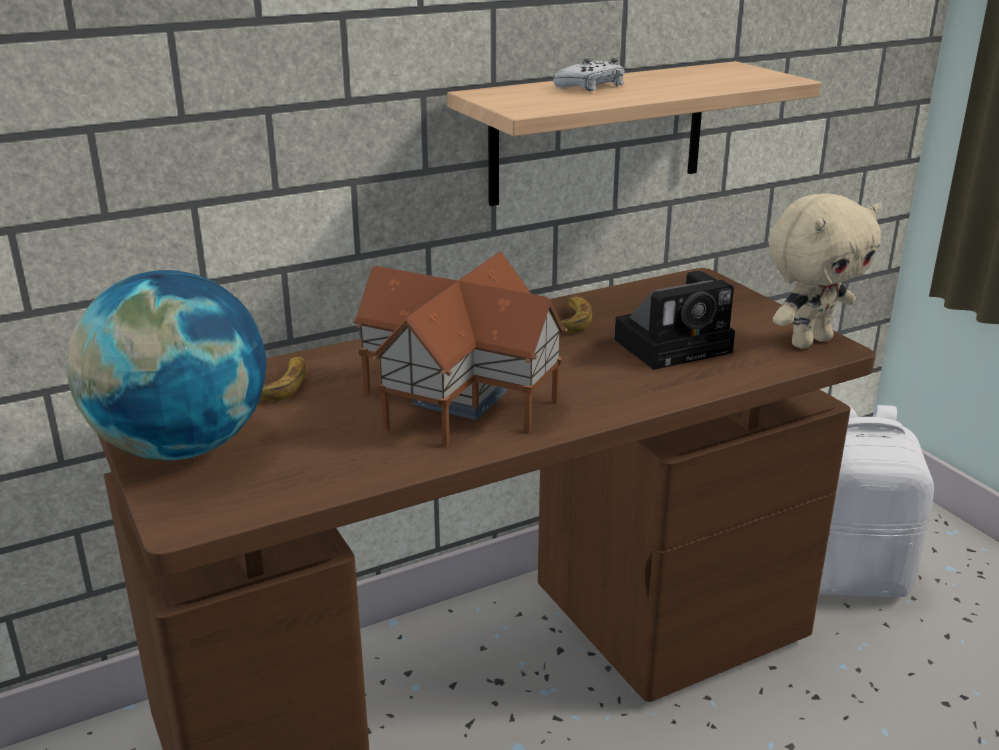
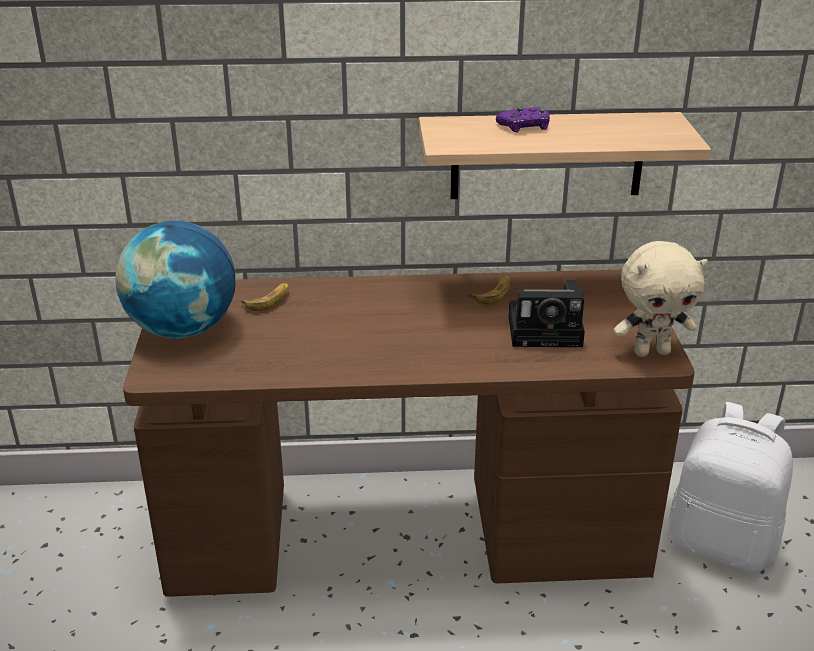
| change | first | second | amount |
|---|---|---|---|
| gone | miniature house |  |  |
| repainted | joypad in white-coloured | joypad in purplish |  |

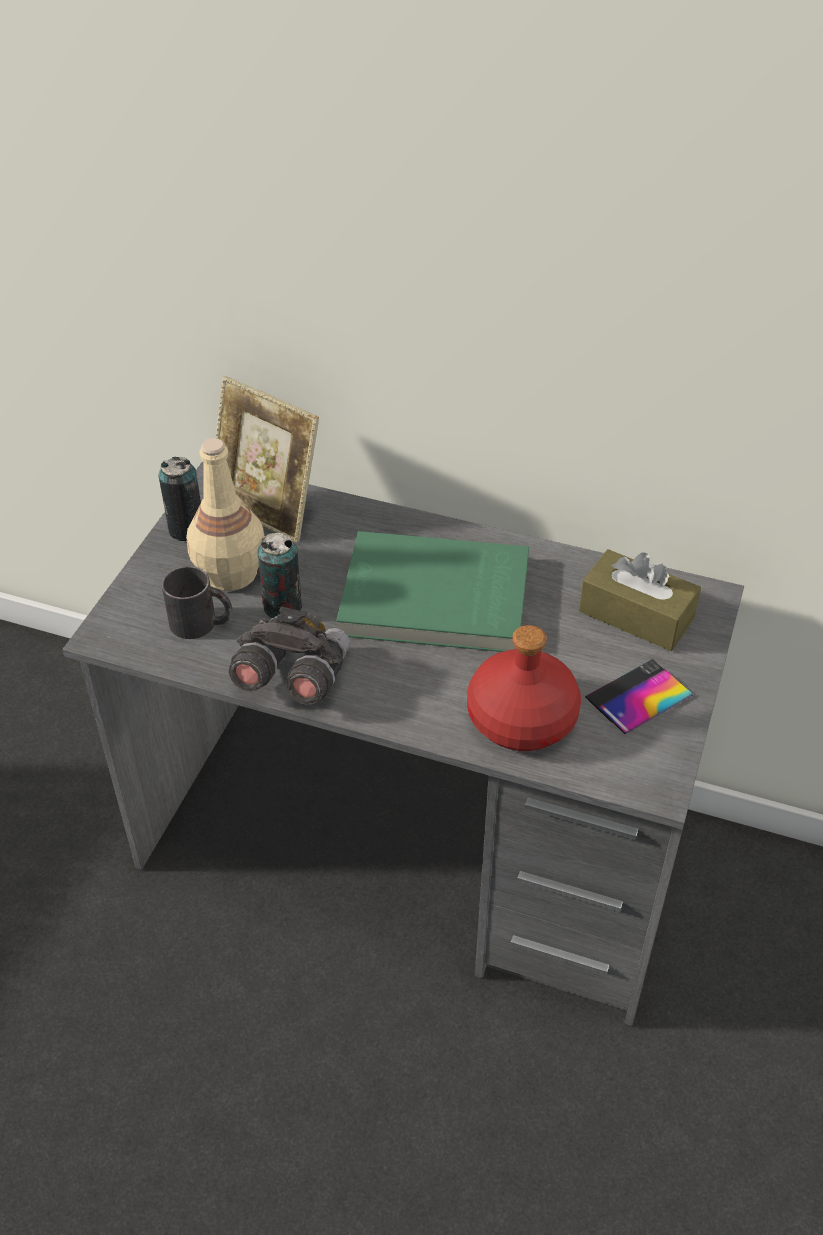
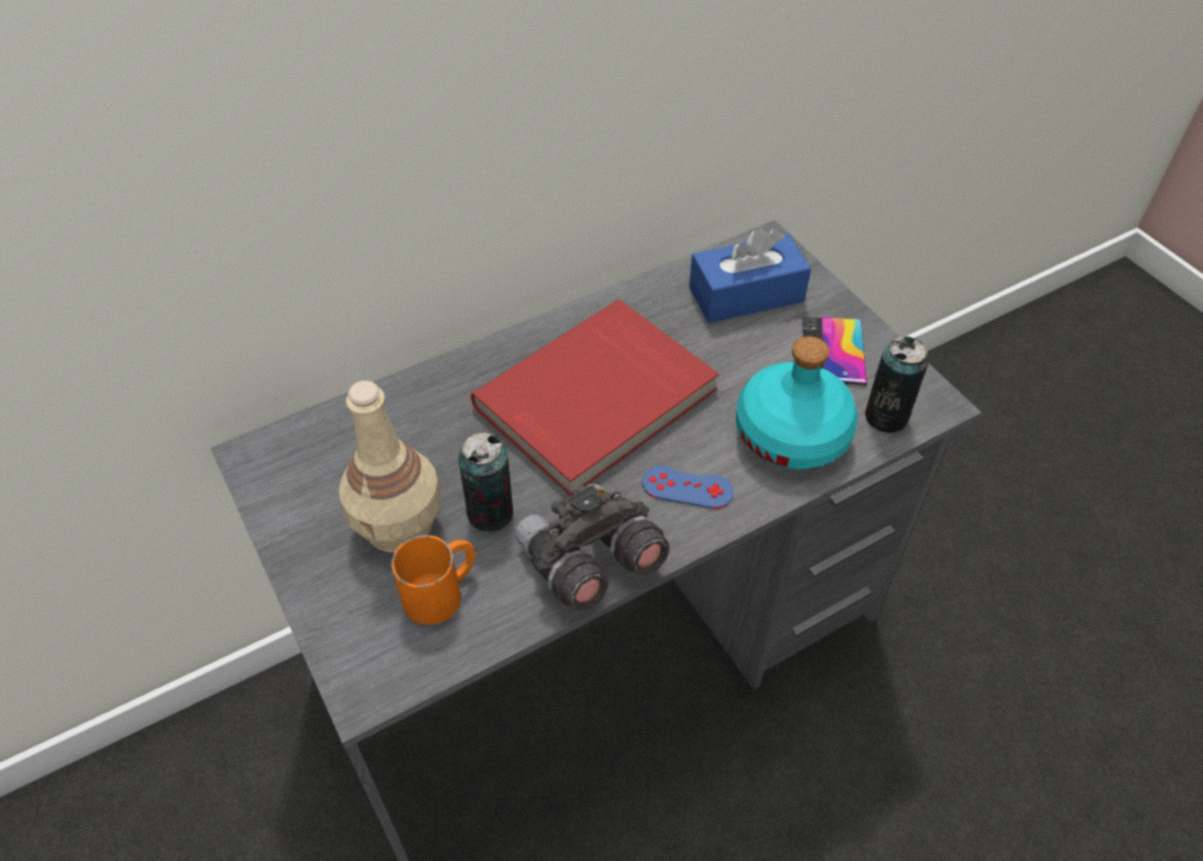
| change | first | second | amount |
|---|---|---|---|
| shifted | can (no. 1 from left in the first image) | can (no. 2 from left) |  |
| repainted | coffee mug in black-coloured | coffee mug in orange |  |
| gone | standing frame |  |  |
| repainted | book in green | book in red |  |
| repainted | drink bottle in red | drink bottle in turquoise-coloured |  |
| repainted | box of tissues in brown-coloured | box of tissues in blue |  |
| new |  | joypad in blue |  |

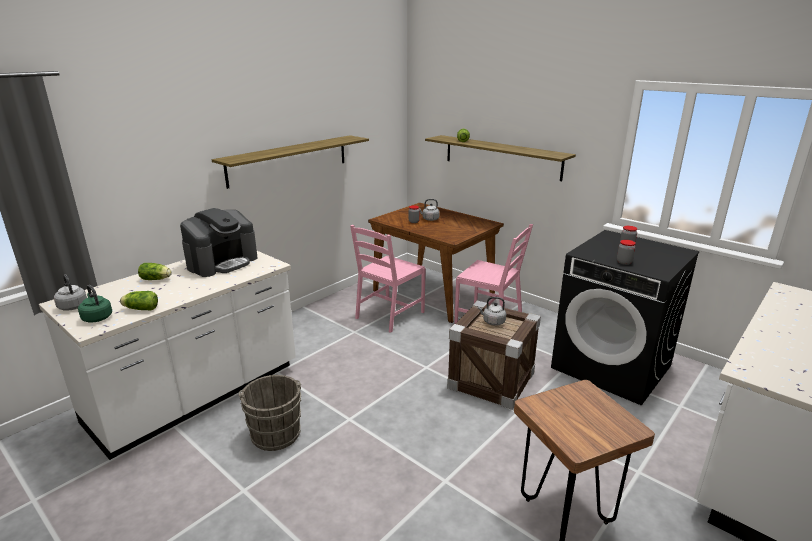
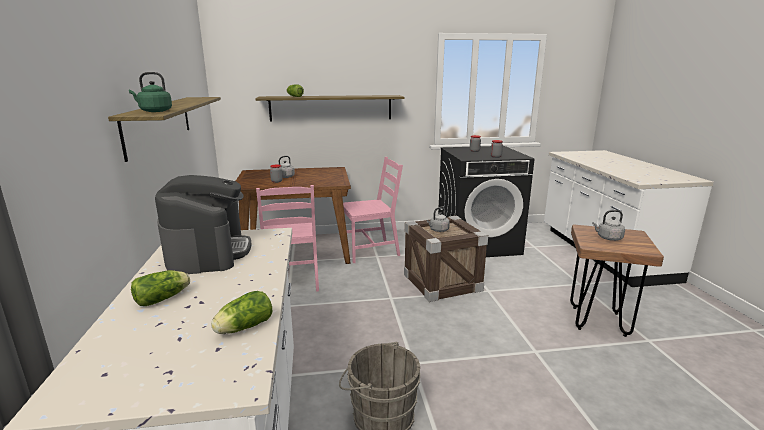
| change | first | second | amount |
|---|---|---|---|
| shifted | water kettle in greyish (no. 1 from left in the first image) | water kettle in greyish (no. 3 from left) |  |
| shifted | water kettle in green |  |  |

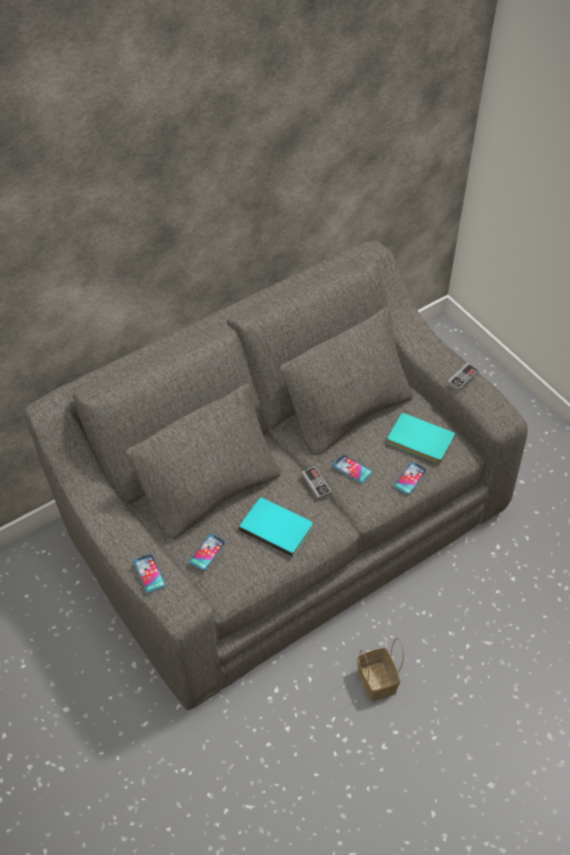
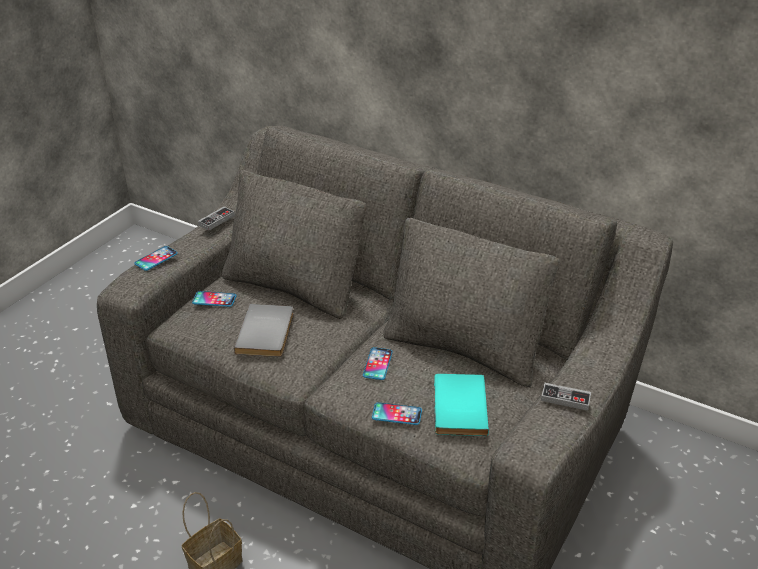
| change | first | second | amount |
|---|---|---|---|
| repainted | book in turquoise-coloured (no. 1 from left) | book in greyish |  |
| shifted | joypad (no. 1 from left) |  |  |

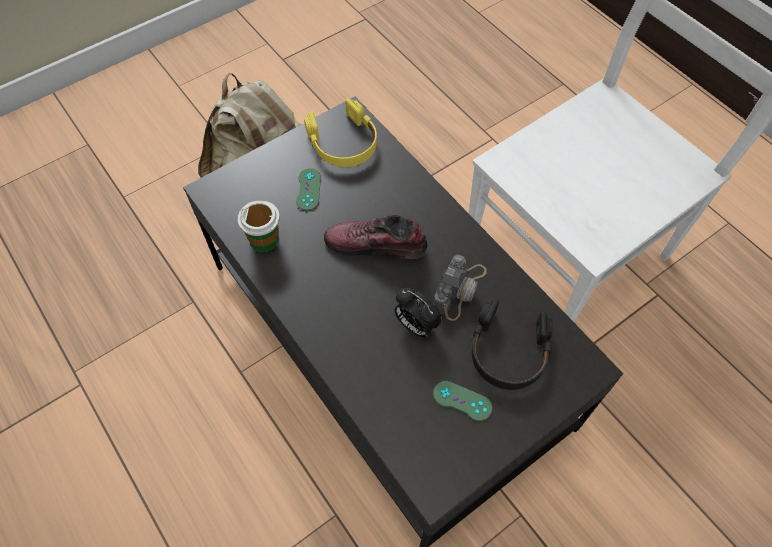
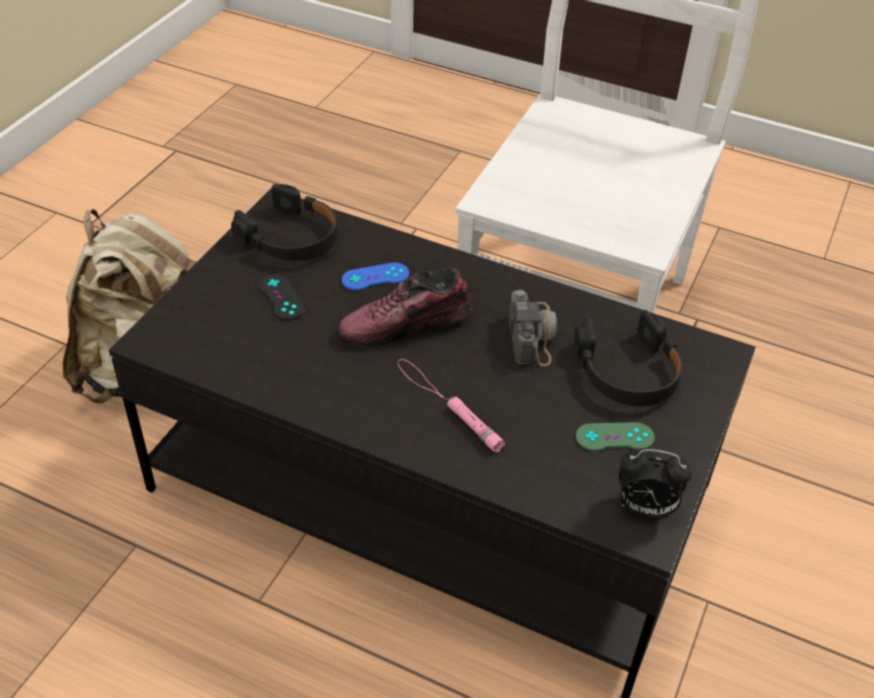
| change | first | second | amount |
|---|---|---|---|
| gone | drinking cup |  |  |
| repainted | joypad in green (no. 1 from left) | joypad in black-coloured |  |
| repainted | pair of headphones in yellow-coloured | pair of headphones in black-coloured (no. 1 from left) |  |
| shifted | bedside clock |  |  |
| new |  | joypad in blue |  |
| new |  | torch in pinkish |  |

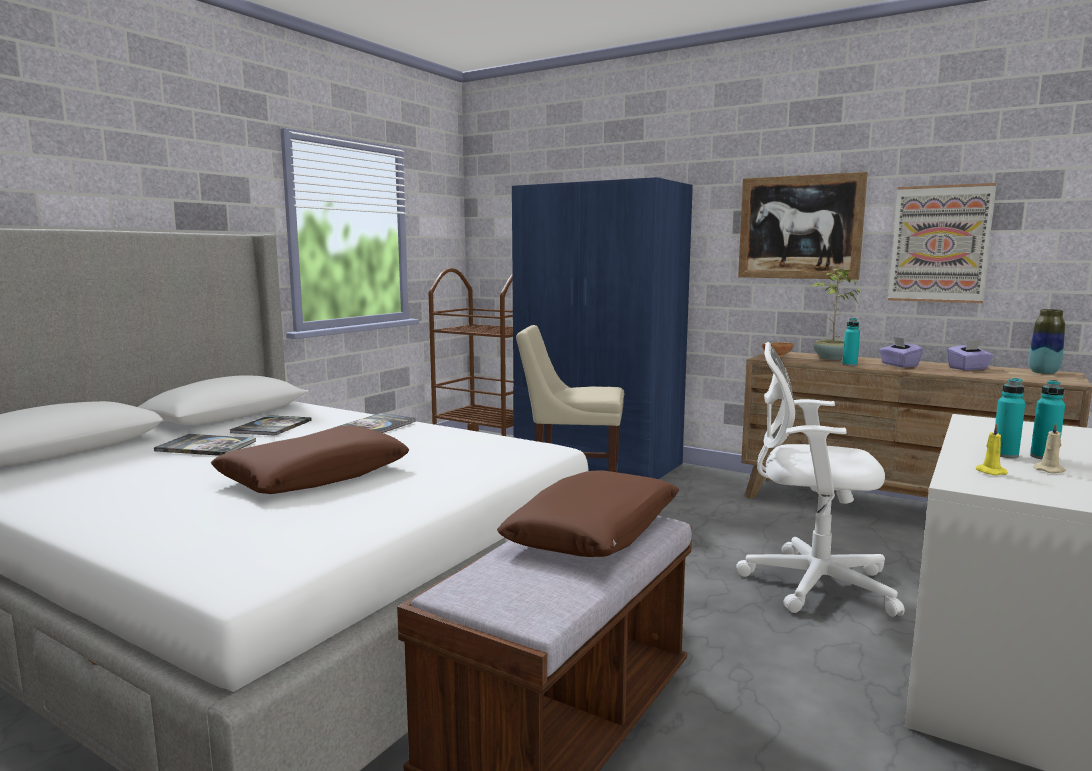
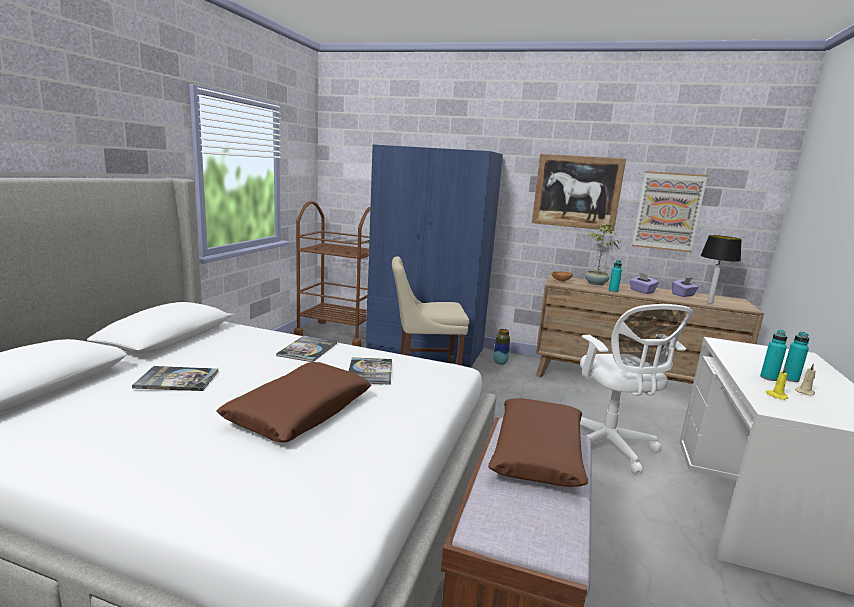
| change | first | second | amount |
|---|---|---|---|
| shifted | book (no. 2 from left in the first image) | book (no. 3 from left) |  |
| rotated | computer chair in white-coloured |  | 105 degrees counterclockwise |
| shifted | flower vase |  |  |
| new |  | tabletop lamp |  |

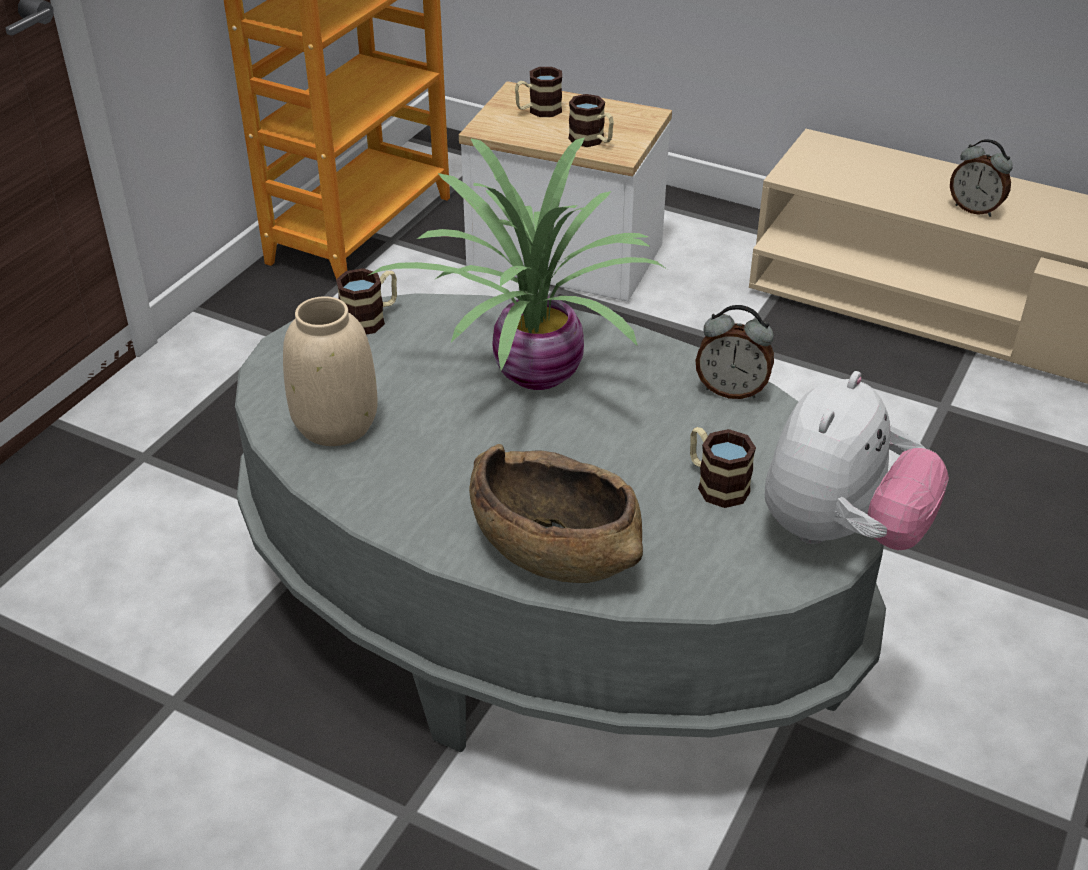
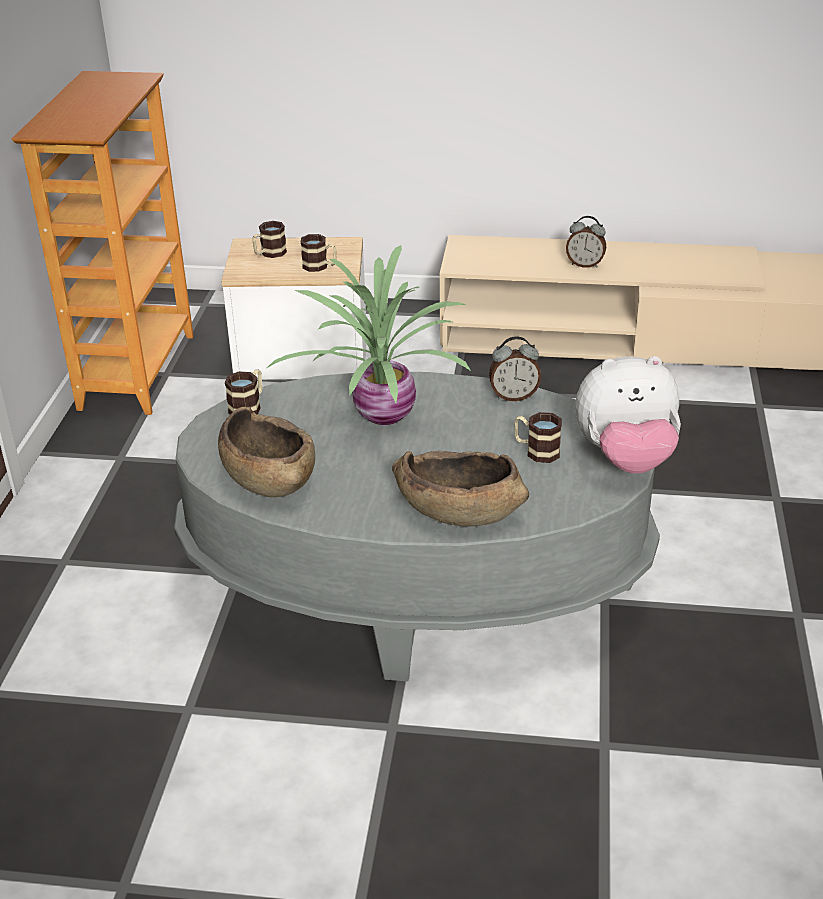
| change | first | second | amount |
|---|---|---|---|
| swapped | flower vase in beige-coloured | deep dish in brown-coloured (no. 1 from left) |  |
| rotated | plush toy |  | 75 degrees clockwise |

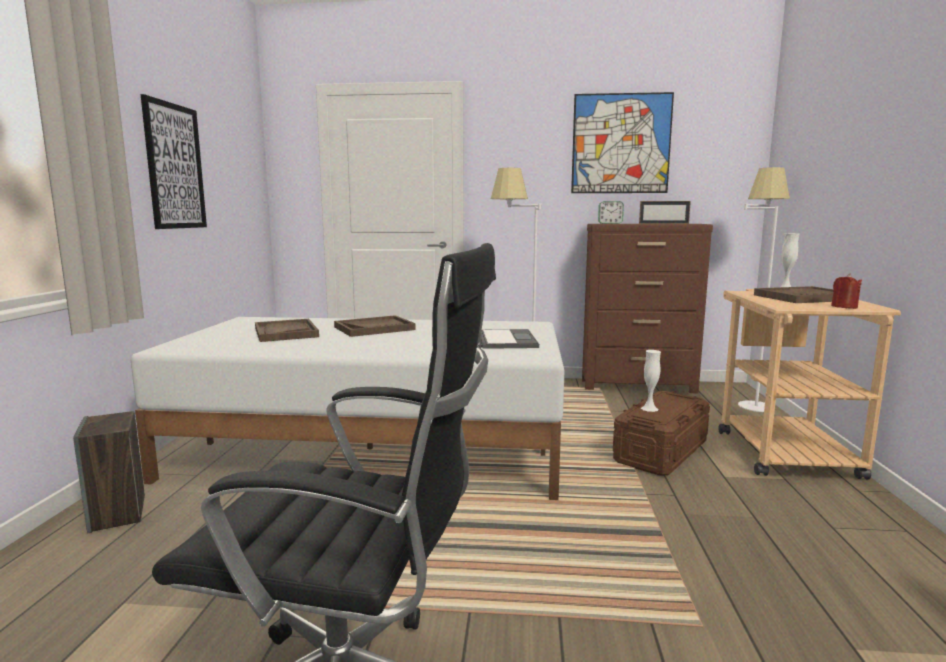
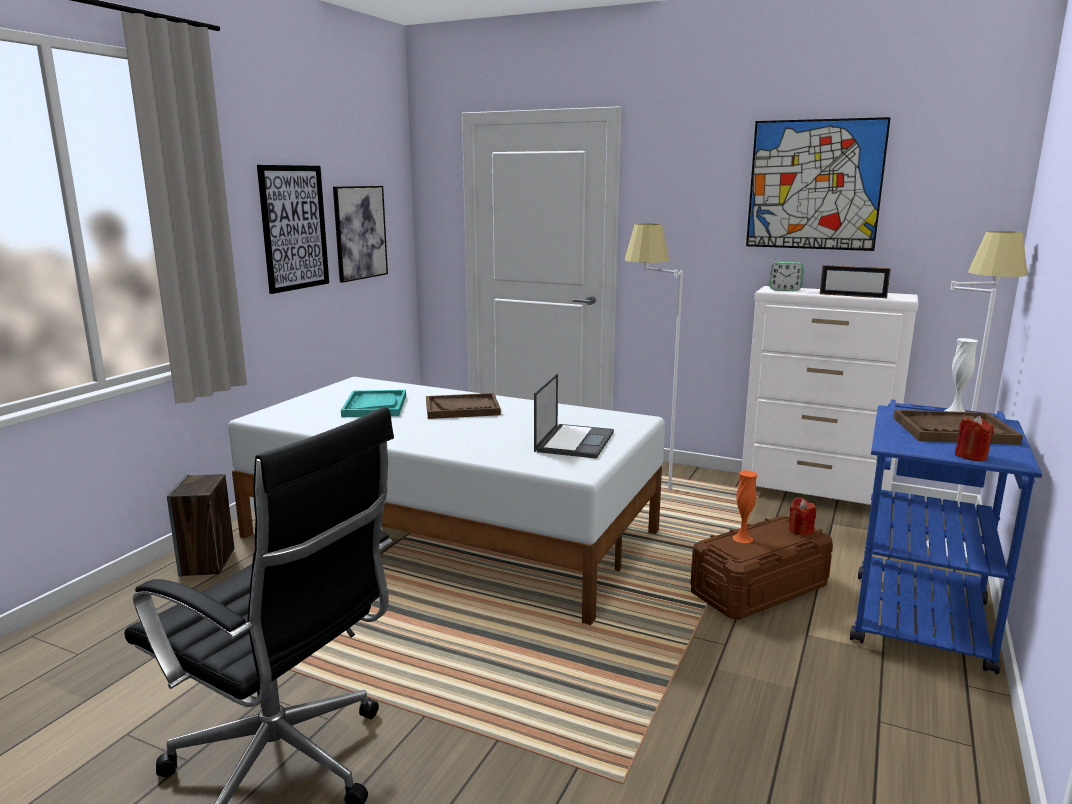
| change | first | second | amount |
|---|---|---|---|
| repainted | carrying tray in brown-coloured (no. 1 from left) | carrying tray in turquoise-coloured |  |
| repainted | dresser in brown-coloured | dresser in white-coloured |  |
| repainted | flower vase in white-coloured (no. 1 from left) | flower vase in orange |  |
| repainted | wheeled cart in beige-coloured | wheeled cart in blue |  |
| new |  | picture (no. 2 from left) |  |
| new |  | candle in red (no. 1 from left) |  |

